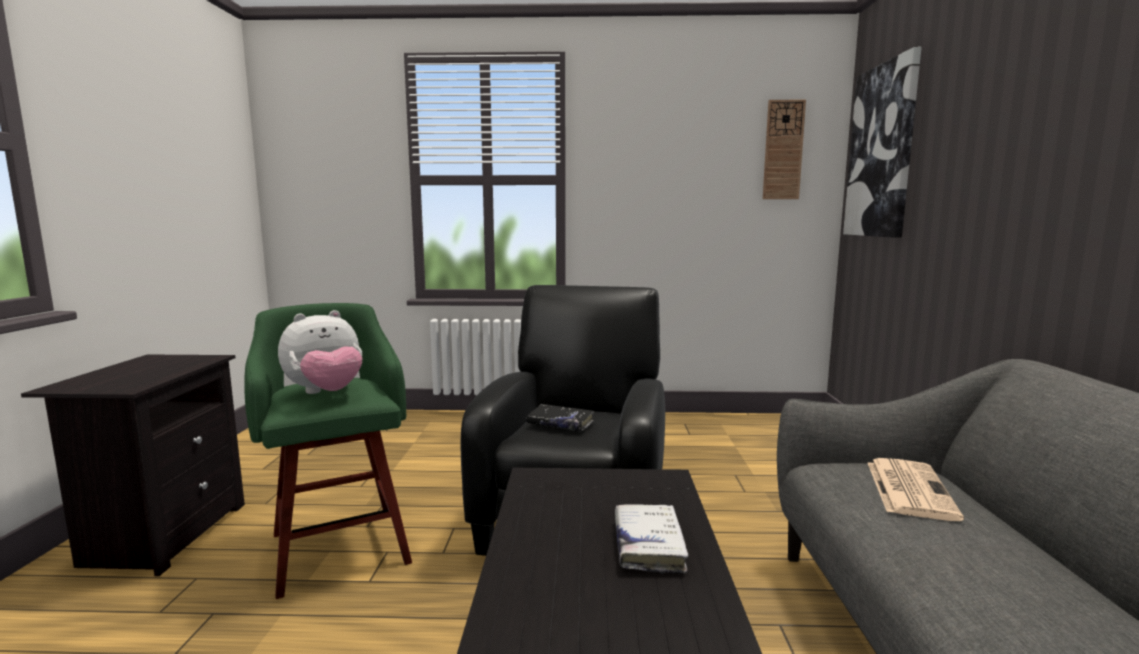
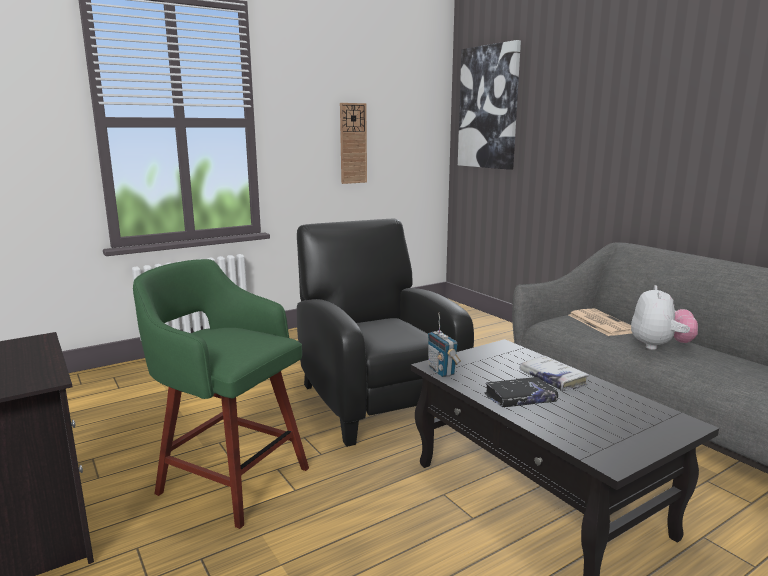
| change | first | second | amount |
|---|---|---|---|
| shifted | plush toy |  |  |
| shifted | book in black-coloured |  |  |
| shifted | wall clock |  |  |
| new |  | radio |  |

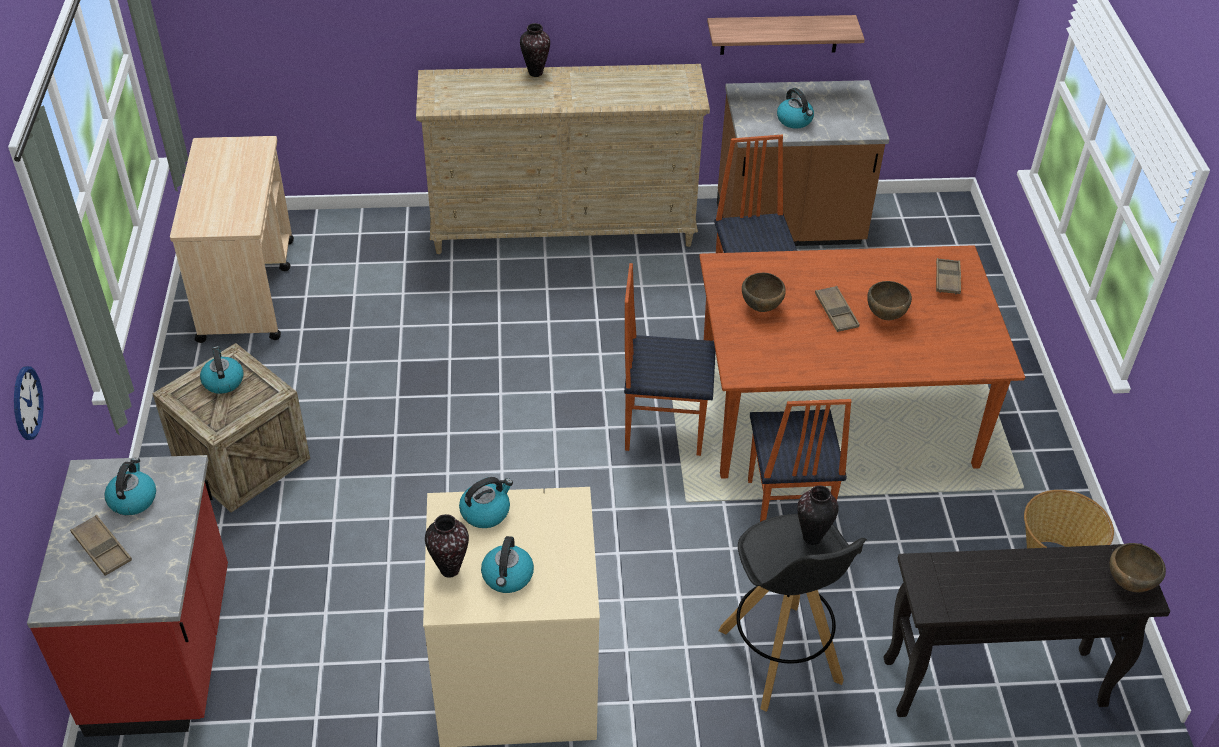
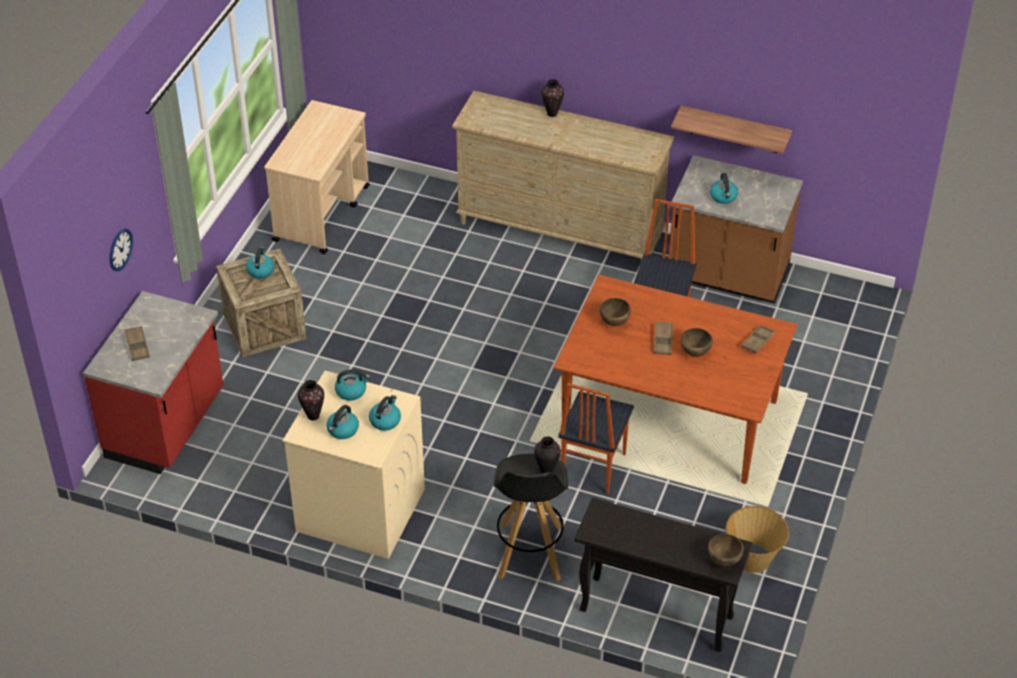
| change | first | second | amount |
|---|---|---|---|
| shifted | water kettle (no. 1 from left in the first image) | water kettle (no. 4 from left) |  |
| gone | plain chair (no. 1 from left) |  |  |

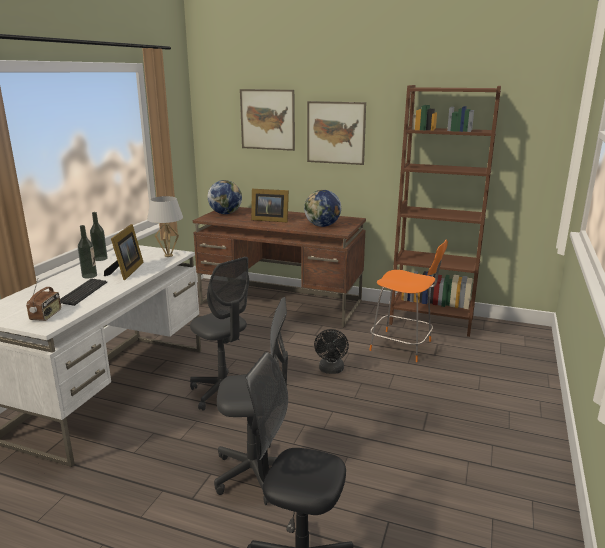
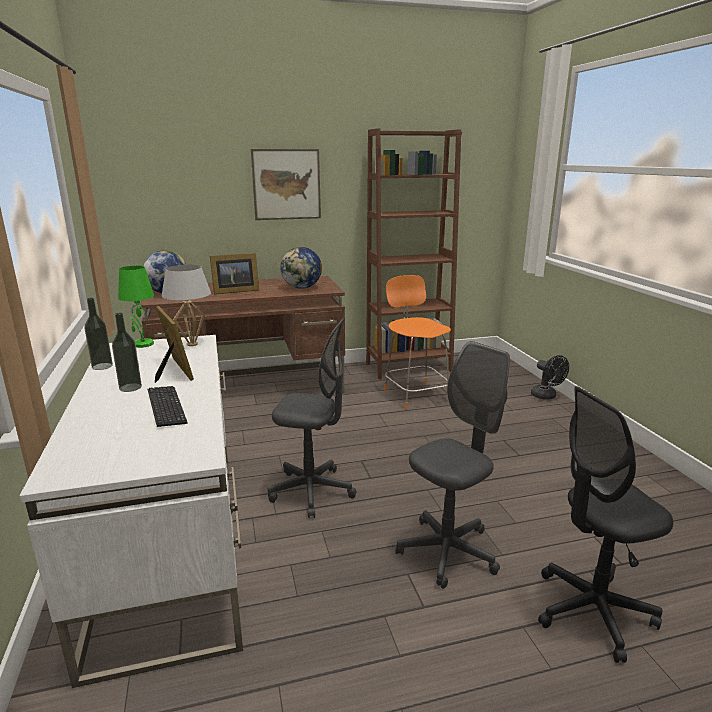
| change | first | second | amount |
|---|---|---|---|
| gone | radio |  |  |
| gone | picture (no. 1 from left) |  |  |
| shifted | fan in black-coloured |  |  |
| rotated | plain chair in orange |  | 105 degrees counterclockwise |
| new |  | tabletop lamp in green |  |

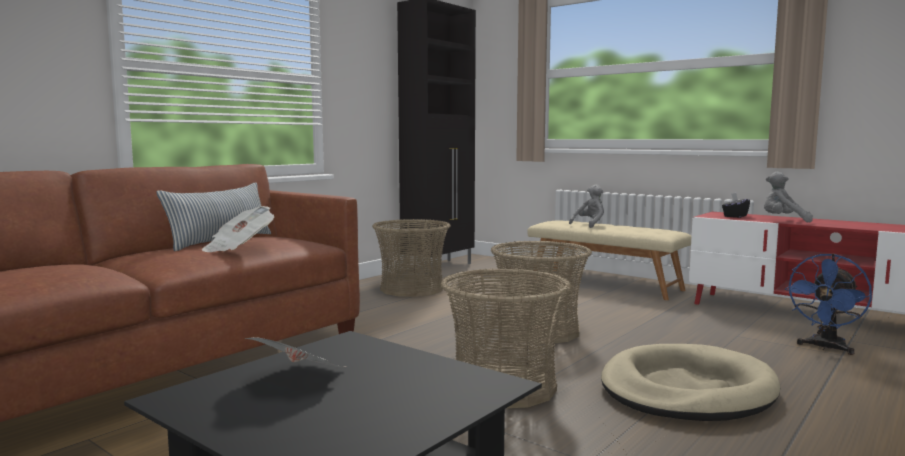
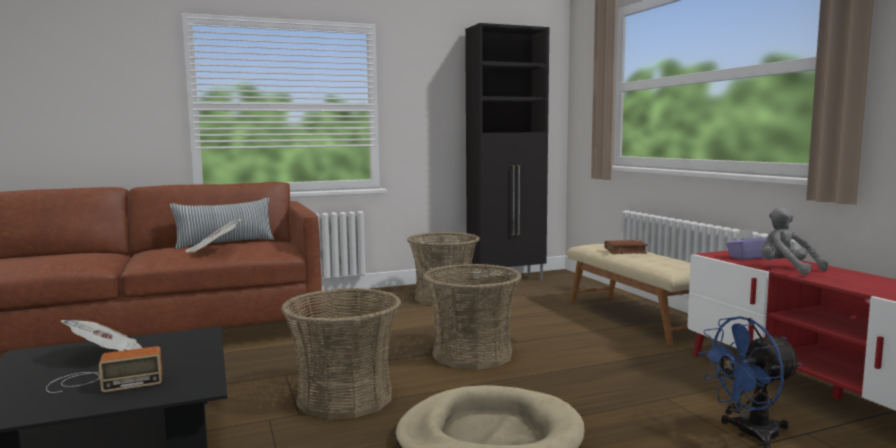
| change | first | second | amount |
|---|---|---|---|
| swapped | plush toy in greyish (no. 1 from left) | book in brown-coloured |  |
| repainted | box of tissues in black-coloured | box of tissues in purplish |  |
| new |  | radio |  |

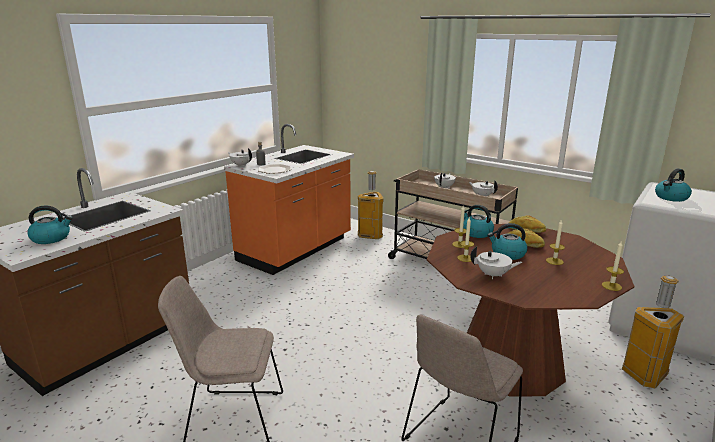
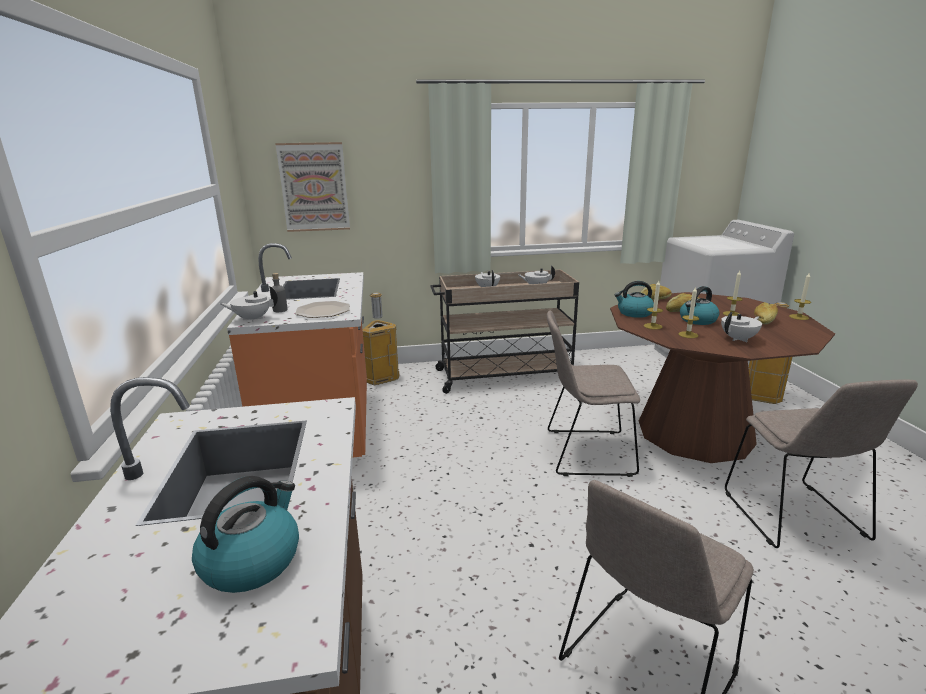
| change | first | second | amount |
|---|---|---|---|
| gone | water kettle (no. 4 from left) |  |  |
| new |  | picture |  |
| new |  | plain chair in beige-coloured (no. 1 from left) |  |
| new |  | bakery bread (no. 3 from left) |  |

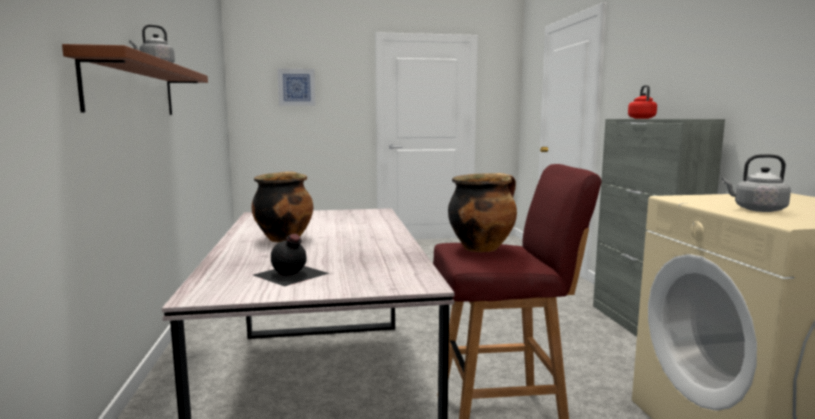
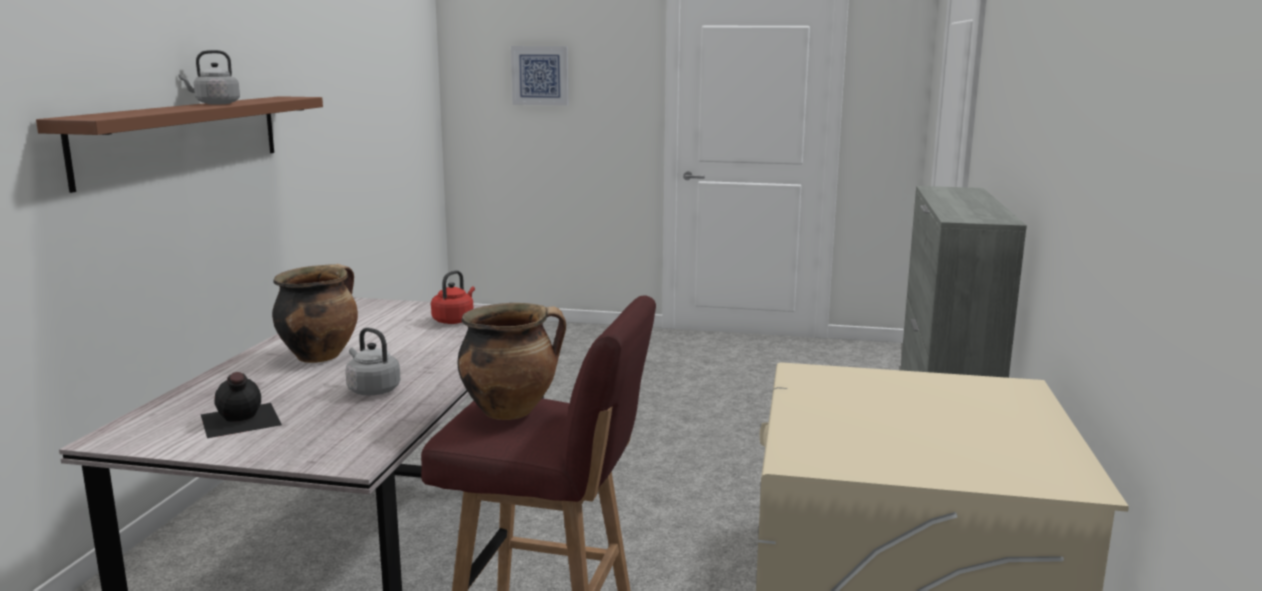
| change | first | second | amount |
|---|---|---|---|
| shifted | water kettle in red |  |  |
| shifted | water kettle in greyish (no. 2 from left) |  |  |

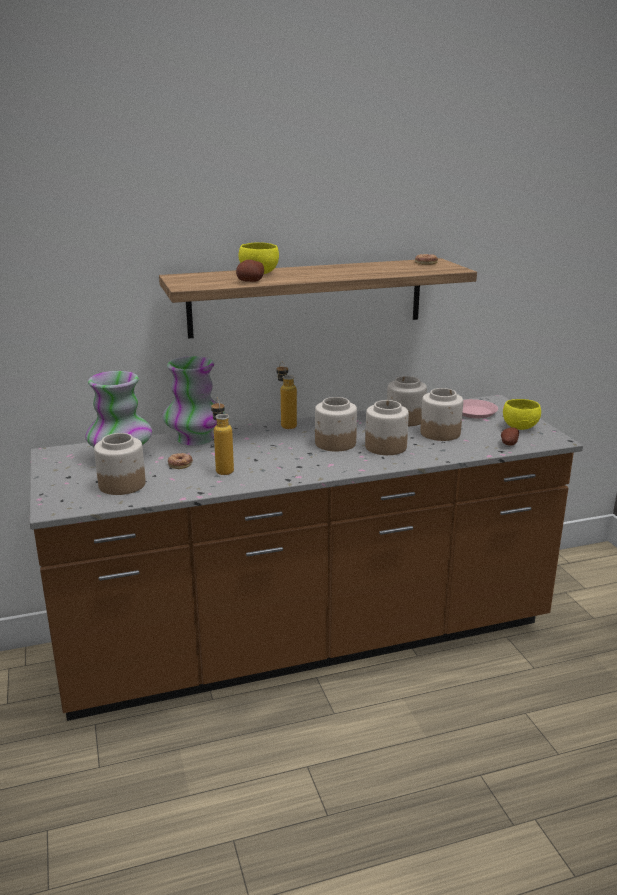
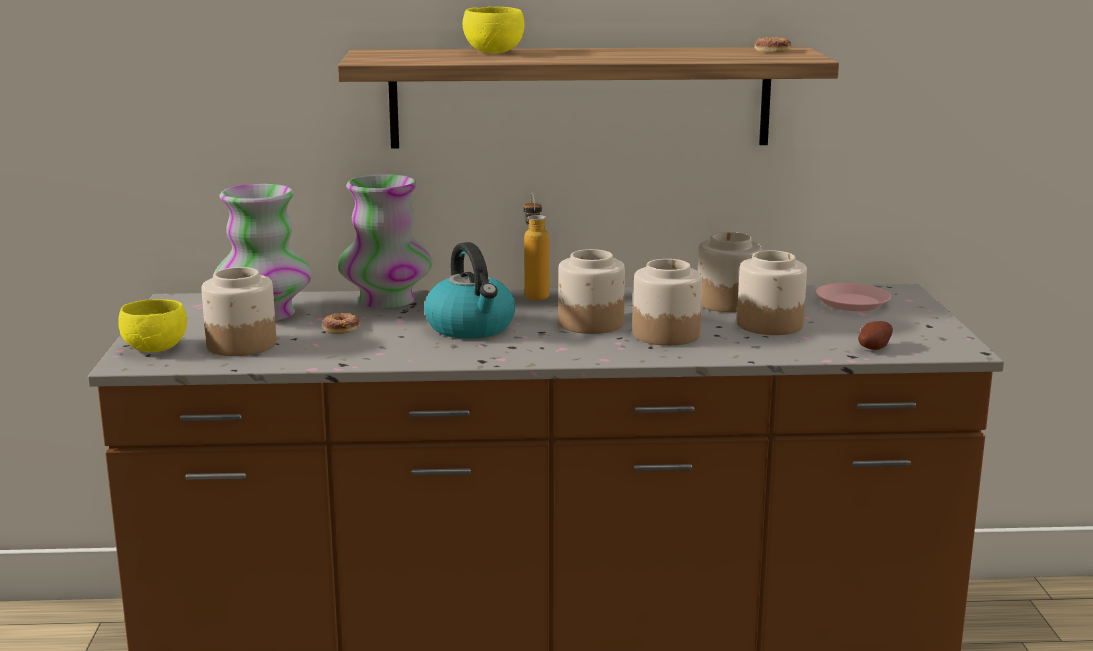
| change | first | second | amount |
|---|---|---|---|
| gone | drink bottle (no. 1 from left) |  |  |
| gone | whole potato (no. 1 from left) |  |  |
| shifted | deep dish in yellow-coloured (no. 2 from left in the first image) | deep dish in yellow-coloured (no. 1 from left) |  |
| new |  | water kettle |  |

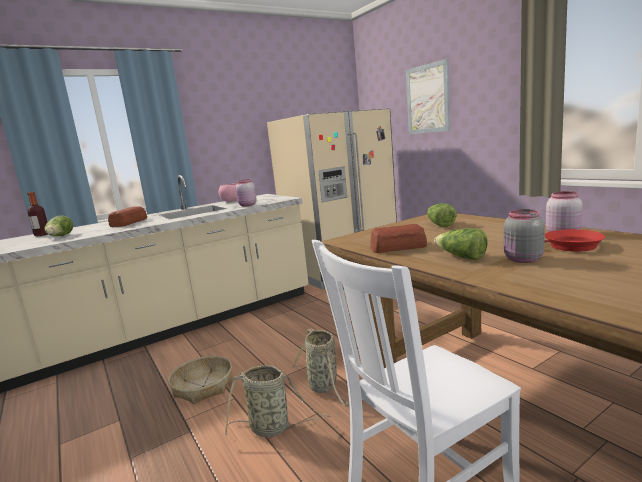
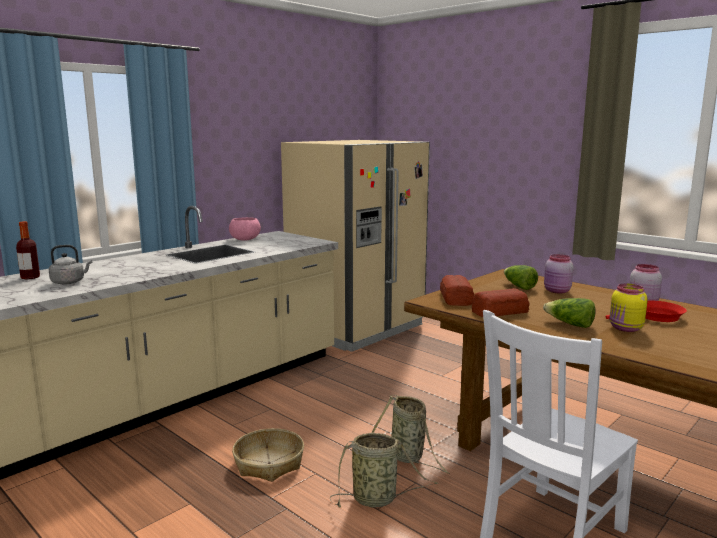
| change | first | second | amount |
|---|---|---|---|
| swapped | head of lettuce (no. 1 from left) | water kettle in greyish |  |
| shifted | bakery bread (no. 1 from left) |  |  |
| shifted | jar in pinkish (no. 1 from left) |  |  |
| gone | picture |  |  |
| repainted | jar in greyish | jar in yellow-coloured |  |

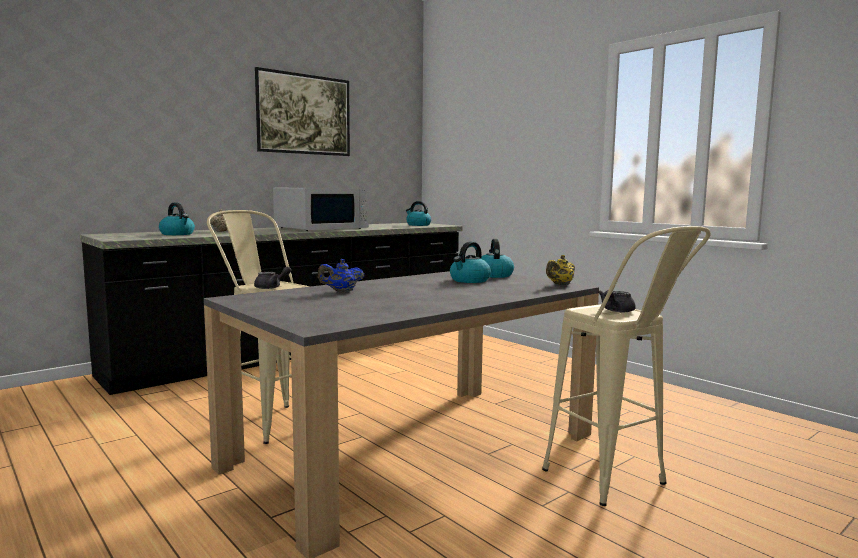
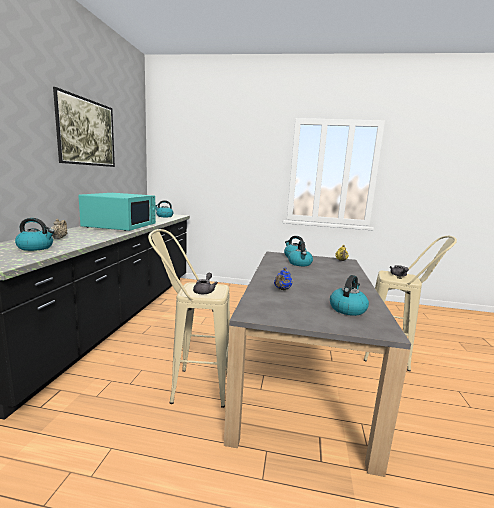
| change | first | second | amount |
|---|---|---|---|
| repainted | kitchen microwave in white-coloured | kitchen microwave in turquoise-coloured |  |
| new |  | water kettle (no. 5 from left) |  |

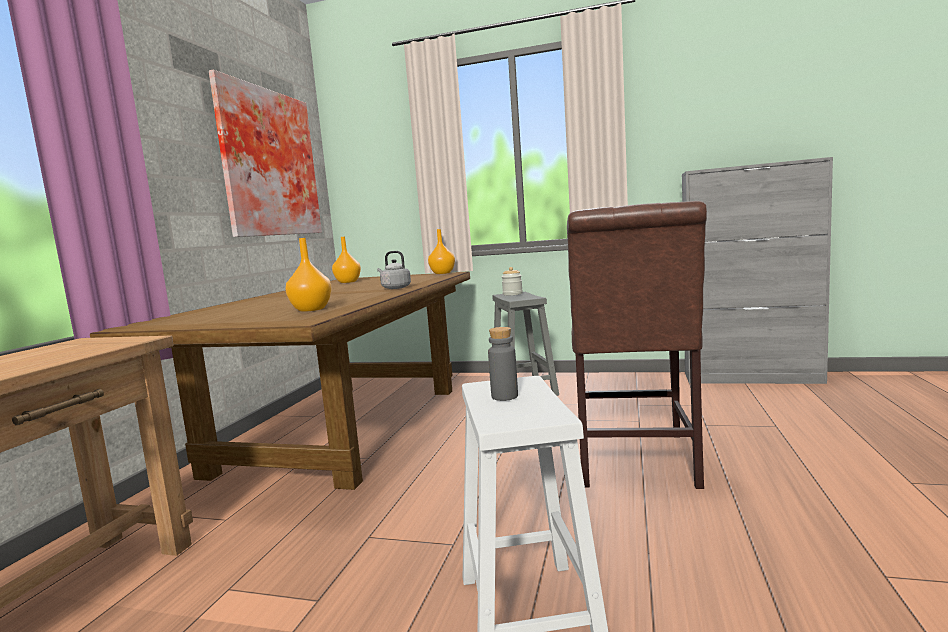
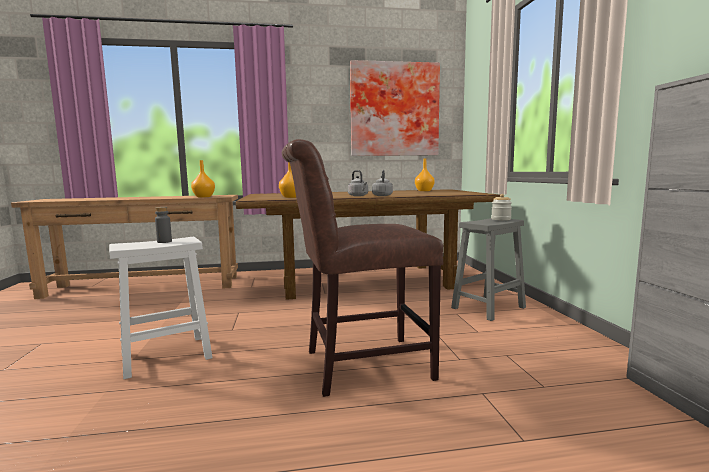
| change | first | second | amount |
|---|---|---|---|
| shifted | flower vase in orange (no. 3 from left in the first image) | flower vase in orange (no. 1 from left) |  |
| new |  | water kettle in greyish (no. 1 from left) |  |

